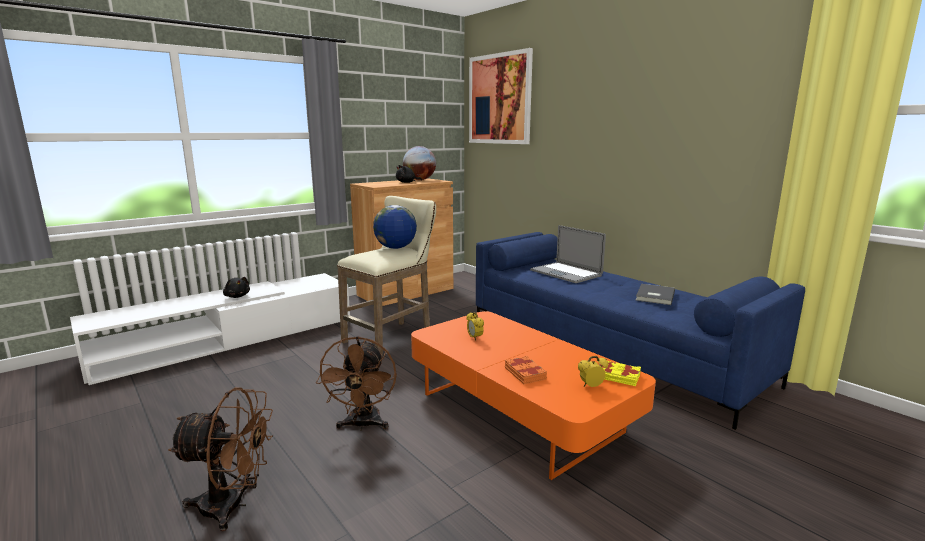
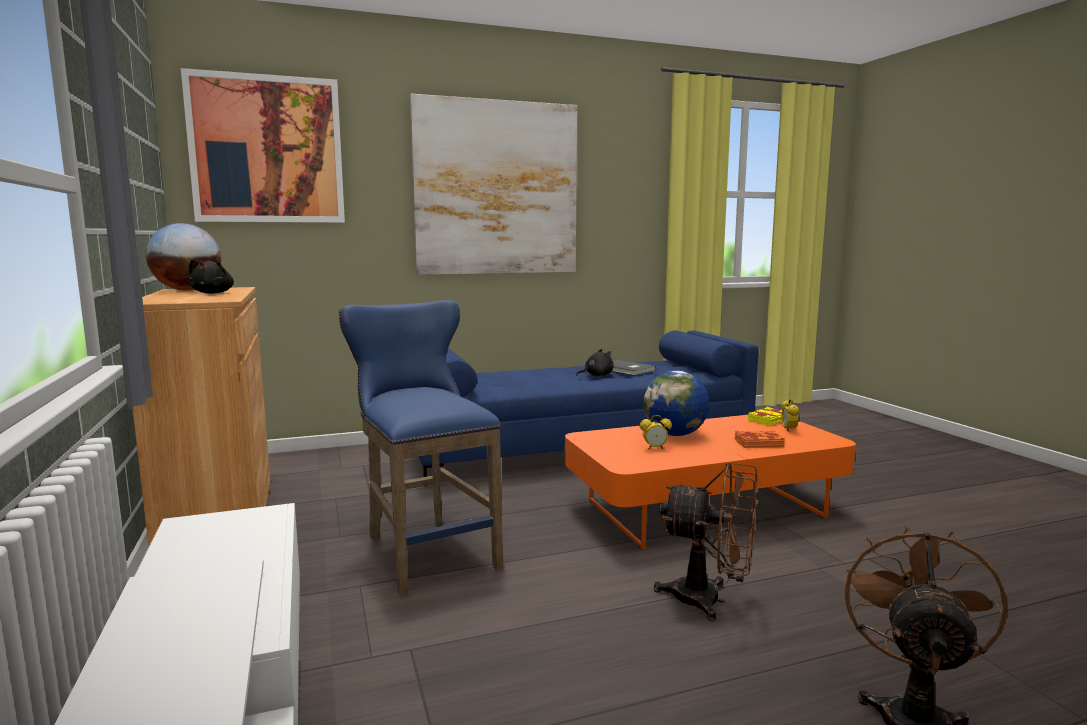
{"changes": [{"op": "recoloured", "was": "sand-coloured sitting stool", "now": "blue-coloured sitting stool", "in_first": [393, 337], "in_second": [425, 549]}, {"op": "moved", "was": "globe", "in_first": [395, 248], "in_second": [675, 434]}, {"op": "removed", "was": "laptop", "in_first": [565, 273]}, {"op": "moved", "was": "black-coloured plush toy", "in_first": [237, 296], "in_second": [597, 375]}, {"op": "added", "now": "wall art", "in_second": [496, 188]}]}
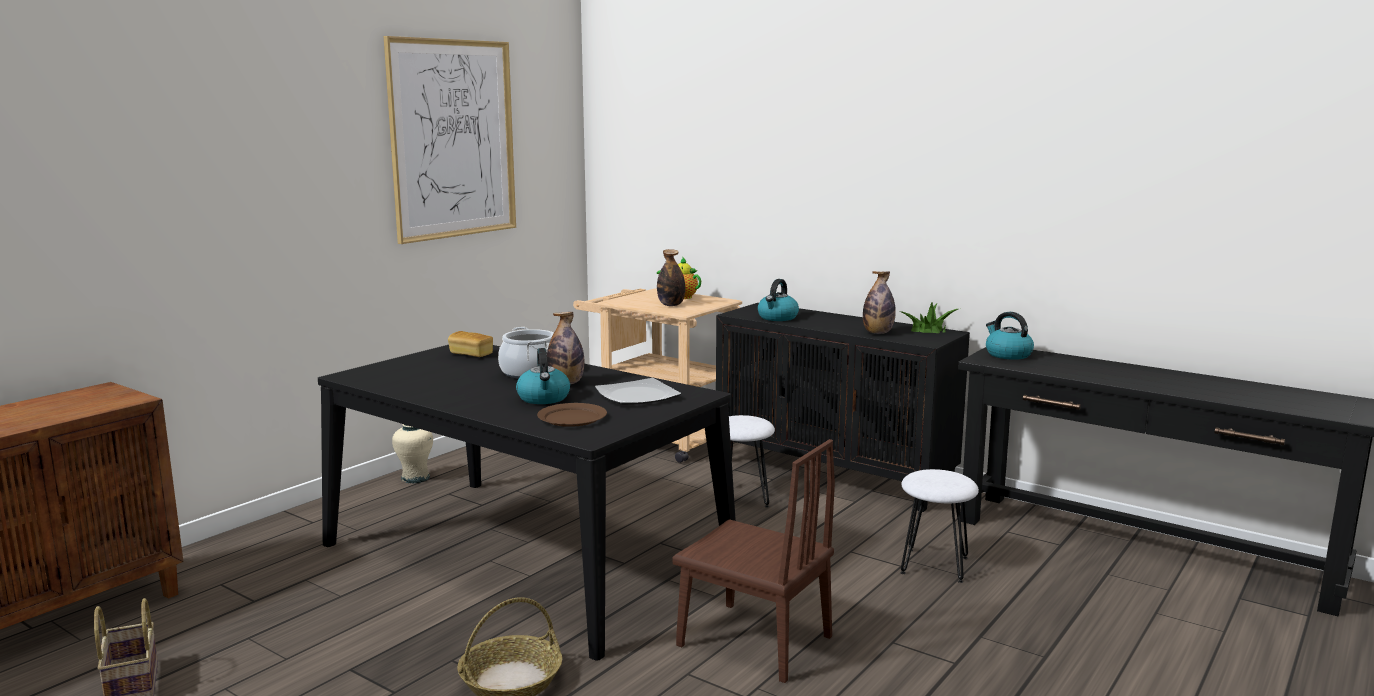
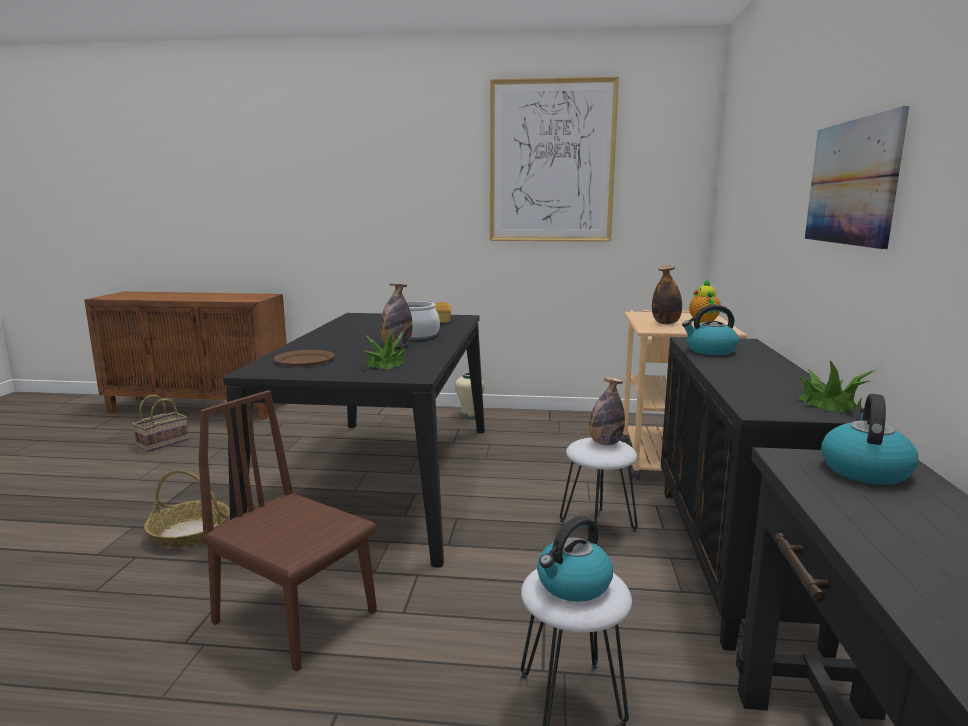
{"changes": [{"op": "moved", "was": "drink bottle", "in_first": [878, 333], "in_second": [605, 443]}, {"op": "moved", "was": "water kettle", "in_first": [544, 398], "in_second": [573, 585]}, {"op": "replaced", "was": "dinner plate", "now": "houseplant", "in_first": [638, 395], "in_second": [386, 363]}, {"op": "turned", "was": "brownish upright chair", "in_first": [754, 641], "in_second": [295, 617], "clockwise": 120}, {"op": "added", "now": "wall art", "in_second": [851, 182]}]}
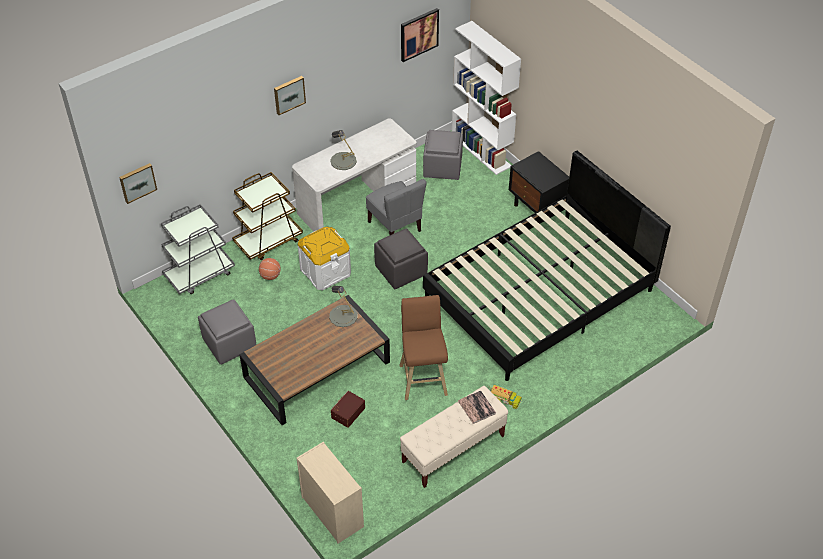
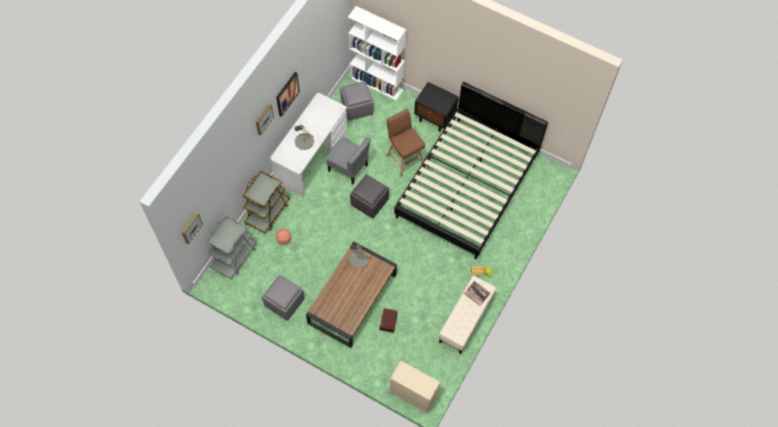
{"changes": [{"op": "moved", "was": "wall art", "in_first": [419, 34], "in_second": [287, 93]}, {"op": "removed", "was": "white-coloured storage box", "in_first": [325, 271]}, {"op": "moved", "was": "brownish sitting stool", "in_first": [423, 377], "in_second": [404, 158]}]}
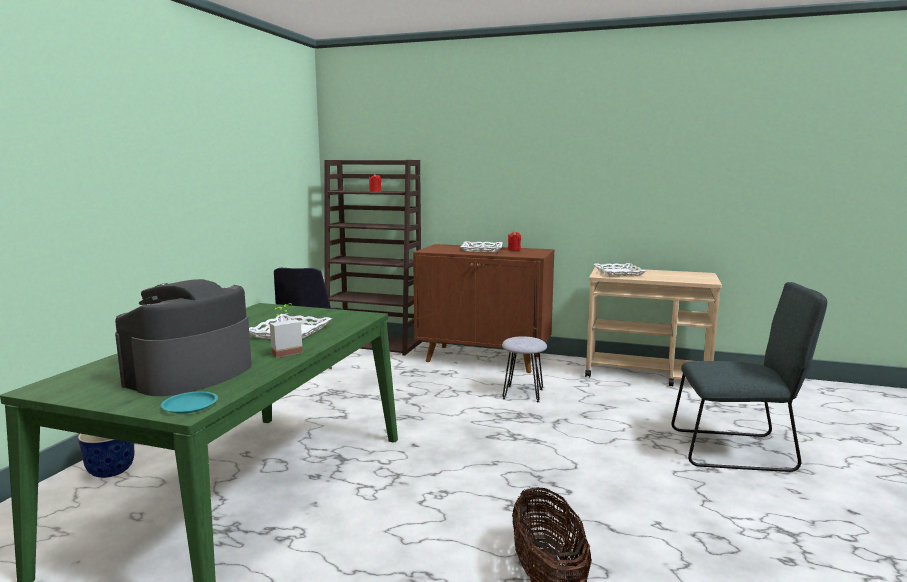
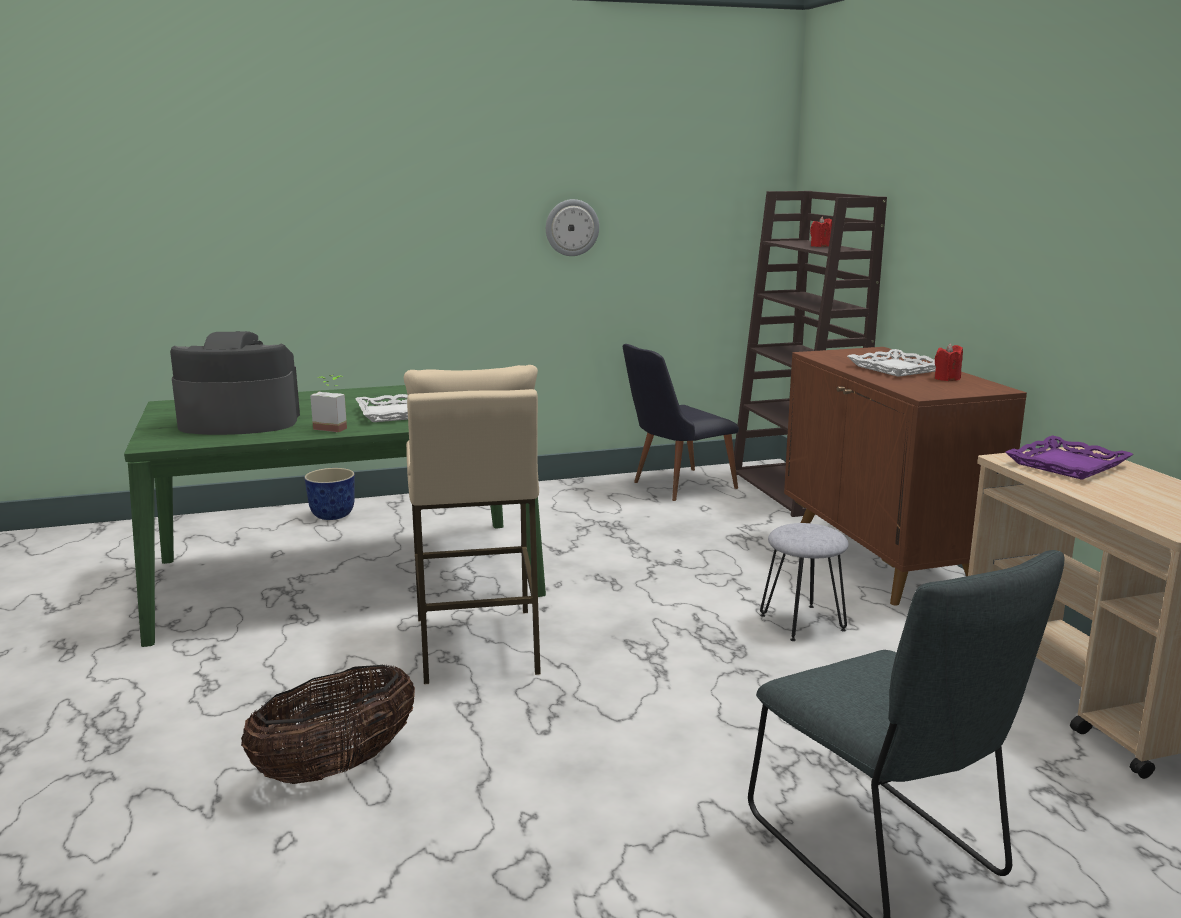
{"changes": [{"op": "recoloured", "was": "white-coloured tray", "now": "purple tray", "in_first": [618, 273], "in_second": [1066, 464]}, {"op": "removed", "was": "turquoise-coloured dinner plate", "in_first": [189, 406]}, {"op": "added", "now": "clock on the wall", "in_second": [572, 227]}, {"op": "added", "now": "sand-coloured sitting stool", "in_second": [476, 645]}]}
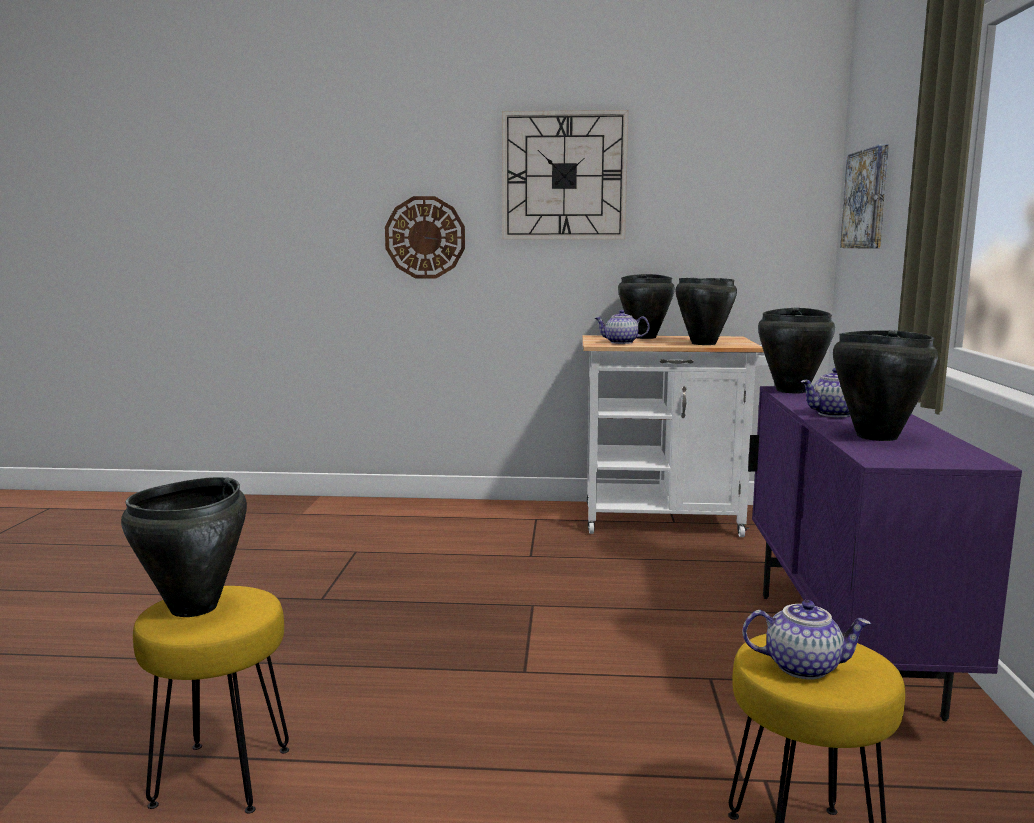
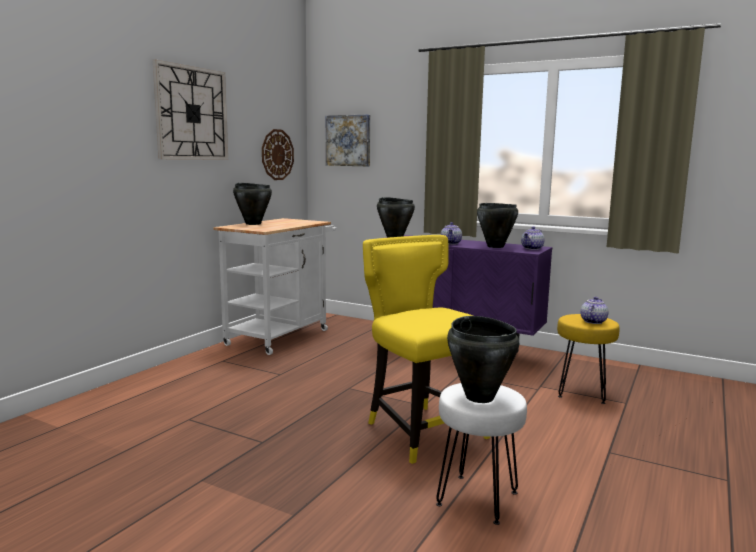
{"changes": [{"op": "moved", "was": "clock on the wall", "in_first": [425, 237], "in_second": [277, 154]}, {"op": "removed", "was": "black-coloured saucepot", "in_first": [703, 343]}, {"op": "moved", "was": "pot for tea", "in_first": [620, 342], "in_second": [532, 248]}, {"op": "recoloured", "was": "yellow-coloured sitting stool", "now": "white-coloured sitting stool", "in_first": [223, 776], "in_second": [477, 498]}, {"op": "added", "now": "yellow-coloured upright chair", "in_second": [422, 431]}]}
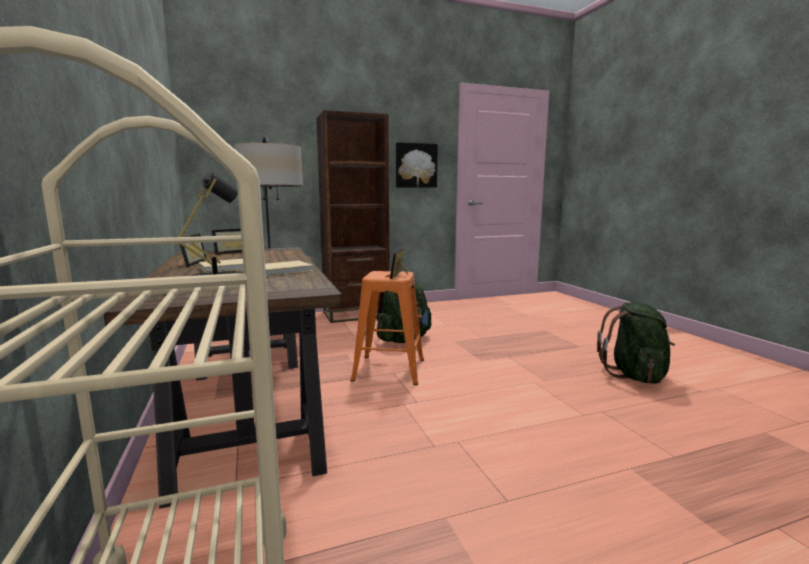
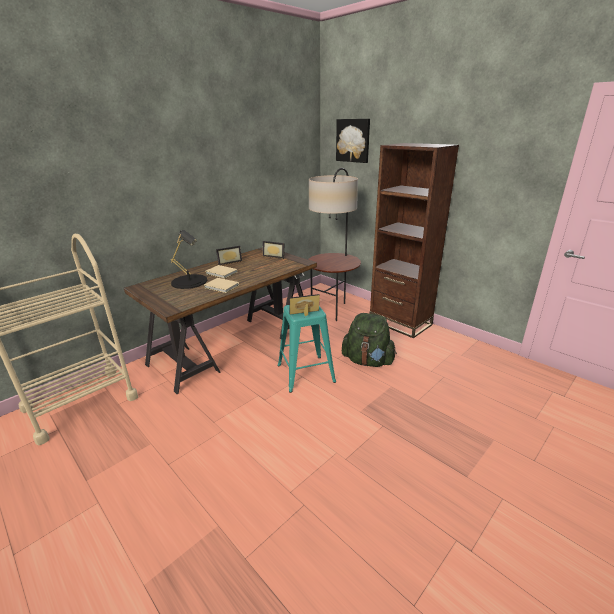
{"changes": [{"op": "moved", "was": "wall art", "in_first": [416, 165], "in_second": [353, 140]}, {"op": "recoloured", "was": "orangey sitting stool", "now": "turquoise-coloured sitting stool", "in_first": [390, 370], "in_second": [305, 373]}, {"op": "removed", "was": "green-coloured rucksack", "in_first": [635, 375]}]}
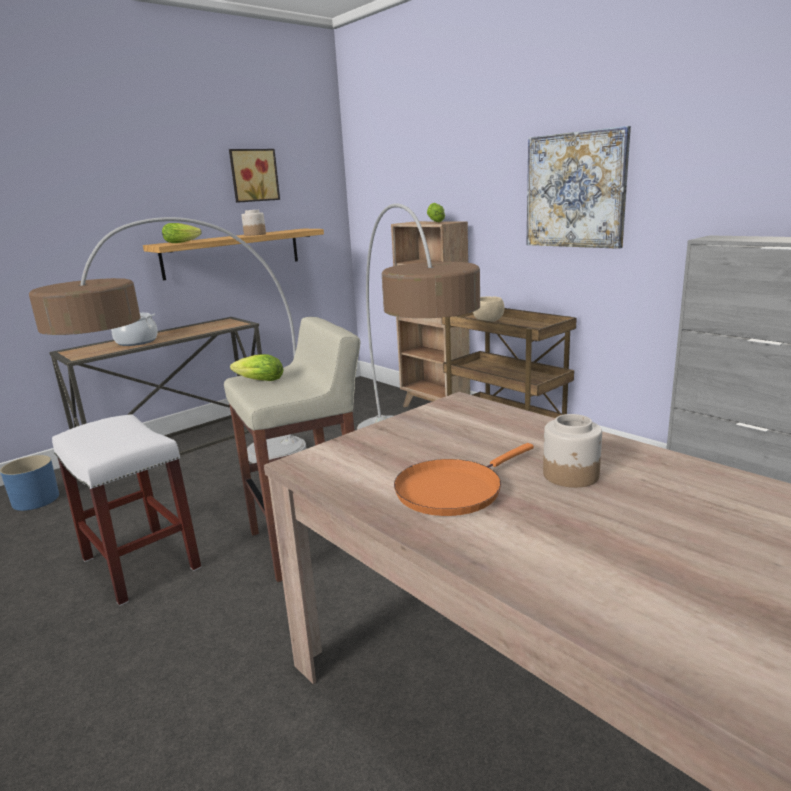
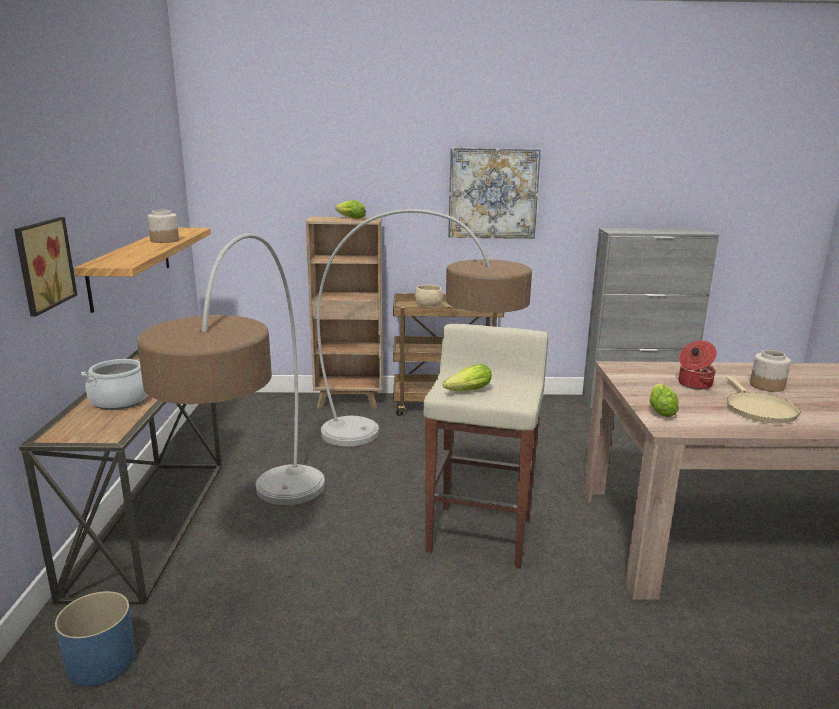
{"changes": [{"op": "moved", "was": "wall art", "in_first": [253, 175], "in_second": [41, 264]}, {"op": "moved", "was": "lettuce head", "in_first": [183, 242], "in_second": [660, 410]}, {"op": "removed", "was": "white-coloured sitting stool", "in_first": [142, 563]}, {"op": "recoloured", "was": "orangey frying pan", "now": "sand-coloured frying pan", "in_first": [453, 490], "in_second": [758, 410]}, {"op": "added", "now": "saucepot", "in_second": [694, 384]}]}
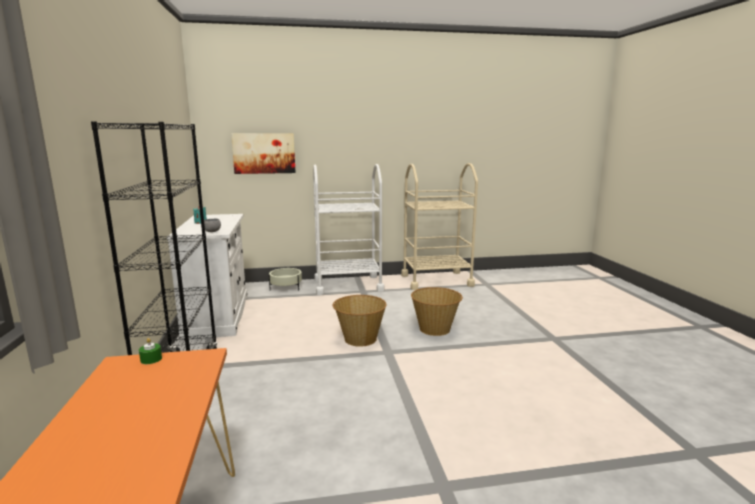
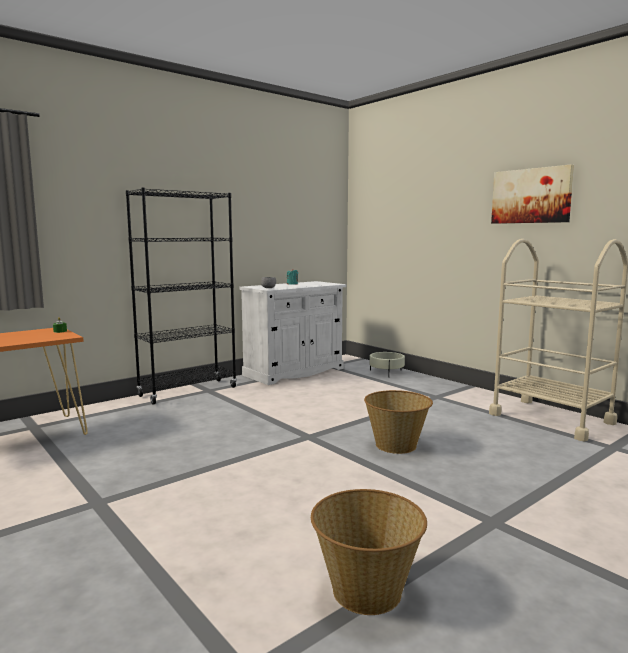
{"changes": [{"op": "moved", "was": "wall art", "in_first": [264, 153], "in_second": [531, 196]}, {"op": "removed", "was": "white-coloured cart", "in_first": [348, 285]}, {"op": "moved", "was": "basket", "in_first": [360, 339], "in_second": [366, 590]}]}
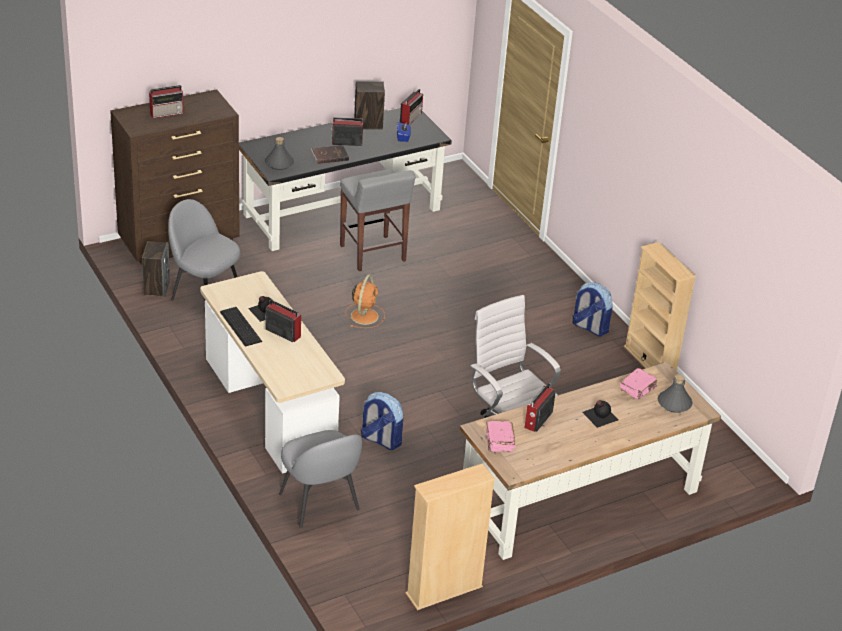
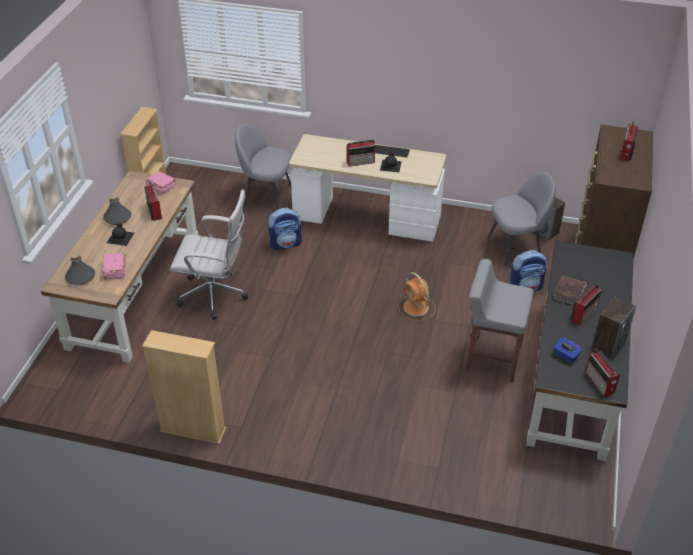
{"changes": [{"op": "moved", "was": "gray drink bottle", "in_first": [279, 163], "in_second": [118, 218]}, {"op": "moved", "was": "rucksack", "in_first": [589, 327], "in_second": [526, 287]}]}
